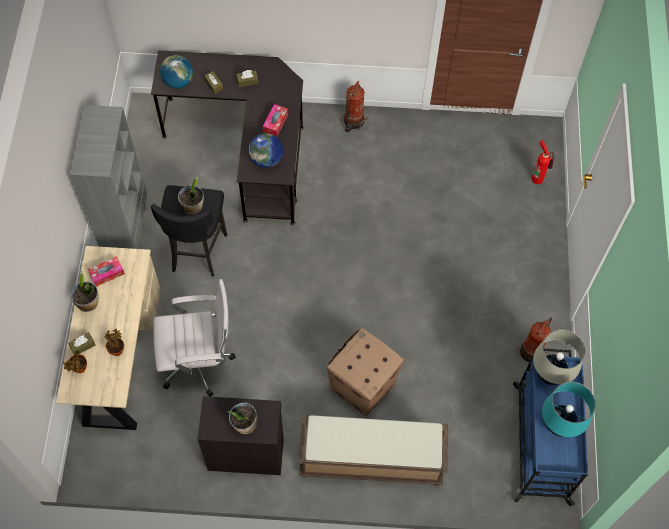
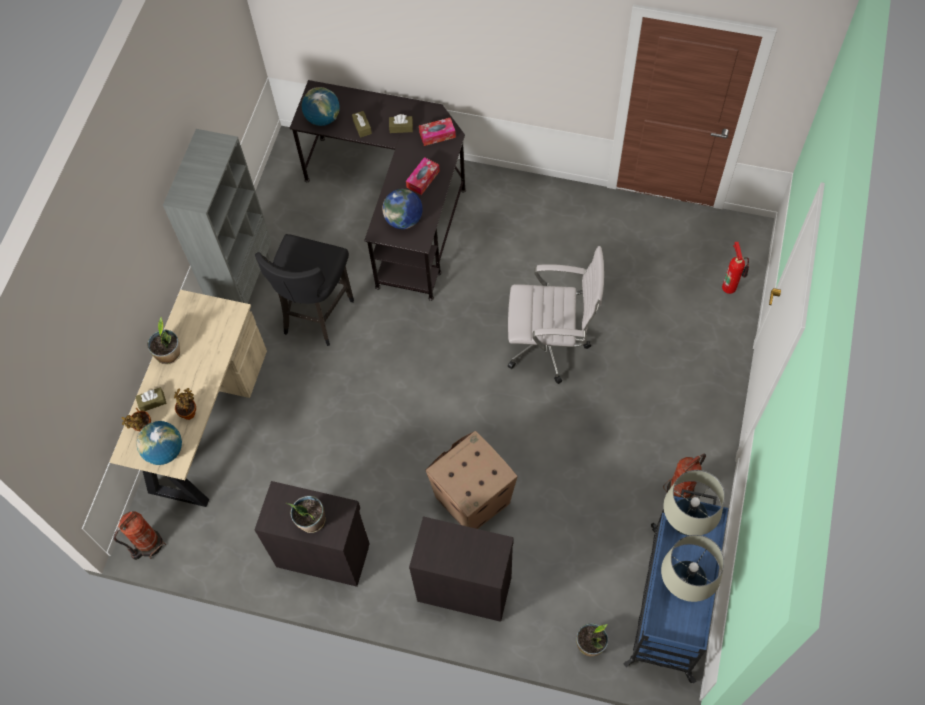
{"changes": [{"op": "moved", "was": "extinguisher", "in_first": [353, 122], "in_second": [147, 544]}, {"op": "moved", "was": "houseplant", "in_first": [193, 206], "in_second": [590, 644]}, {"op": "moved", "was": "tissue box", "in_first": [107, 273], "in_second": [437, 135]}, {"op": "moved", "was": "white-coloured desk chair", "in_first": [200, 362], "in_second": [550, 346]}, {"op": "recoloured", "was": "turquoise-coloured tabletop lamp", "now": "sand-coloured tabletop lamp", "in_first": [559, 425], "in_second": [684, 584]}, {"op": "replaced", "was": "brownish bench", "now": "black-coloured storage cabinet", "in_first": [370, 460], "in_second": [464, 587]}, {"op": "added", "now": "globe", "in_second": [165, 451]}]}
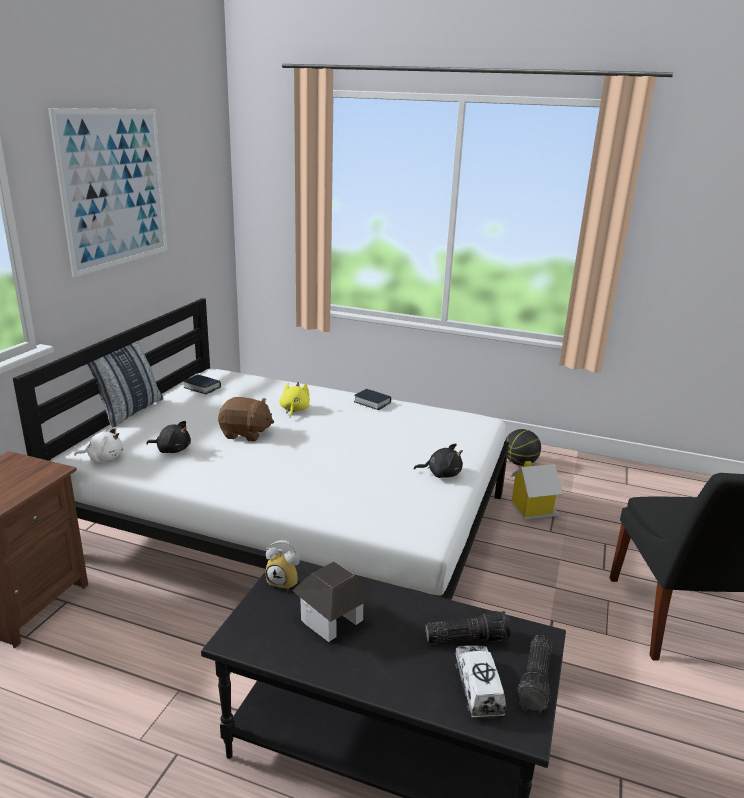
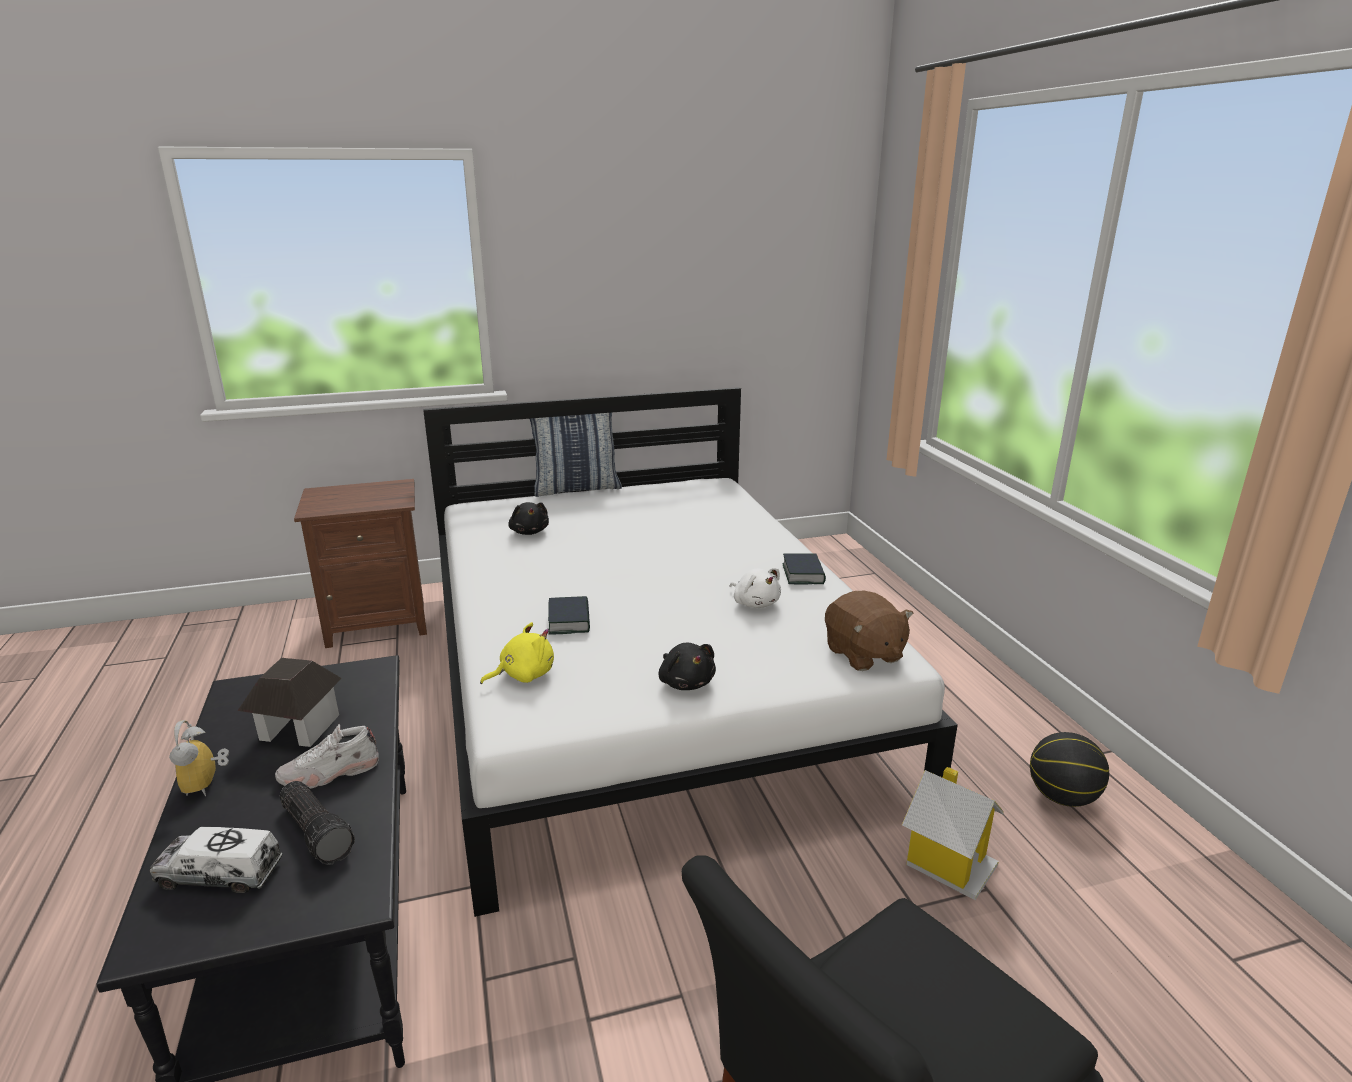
{"changes": [{"op": "removed", "was": "wall art", "in_first": [115, 188]}, {"op": "moved", "was": "volume", "in_first": [202, 387], "in_second": [569, 621]}, {"op": "moved", "was": "yellow-coloured plush toy", "in_first": [294, 410], "in_second": [523, 675]}, {"op": "moved", "was": "brownish plush toy", "in_first": [245, 434], "in_second": [863, 654]}, {"op": "moved", "was": "white-coloured plush toy", "in_first": [104, 458], "in_second": [755, 603]}, {"op": "moved", "was": "table clock", "in_first": [285, 581], "in_second": [207, 785]}, {"op": "removed", "was": "torch", "in_first": [536, 682]}, {"op": "turned", "was": "toy truck", "in_first": [477, 688], "in_second": [220, 874], "clockwise": -135}, {"op": "added", "now": "white-coloured low shoe", "in_second": [329, 773]}]}
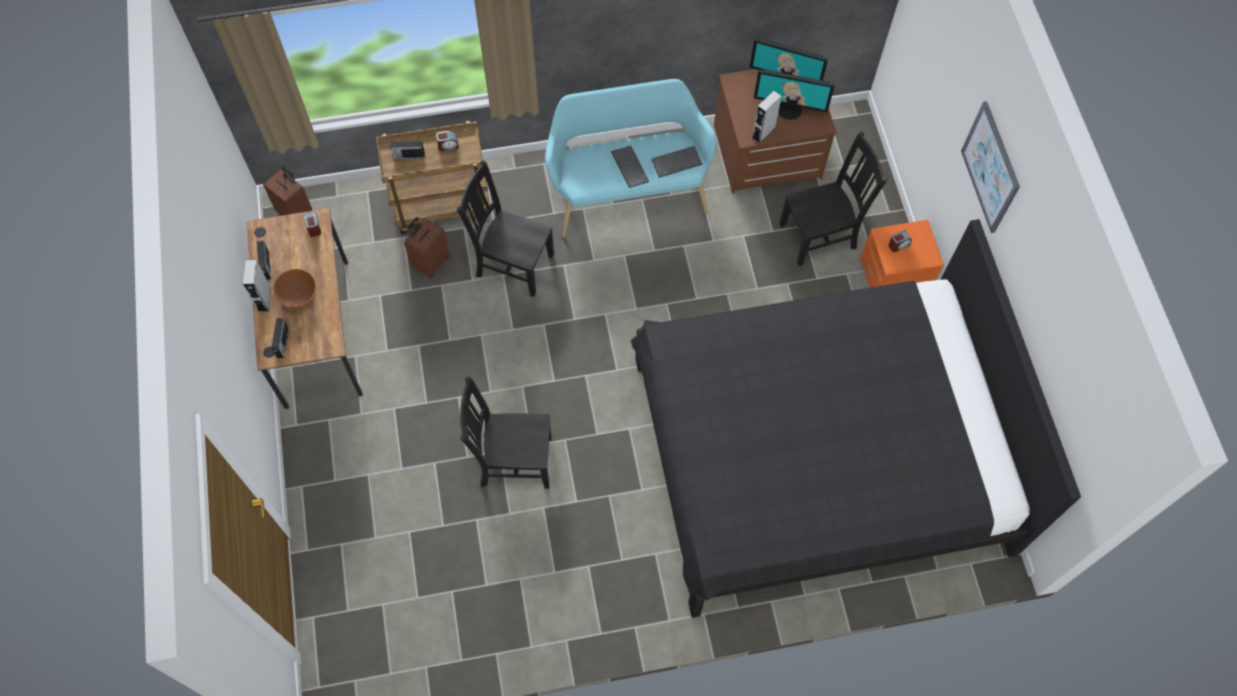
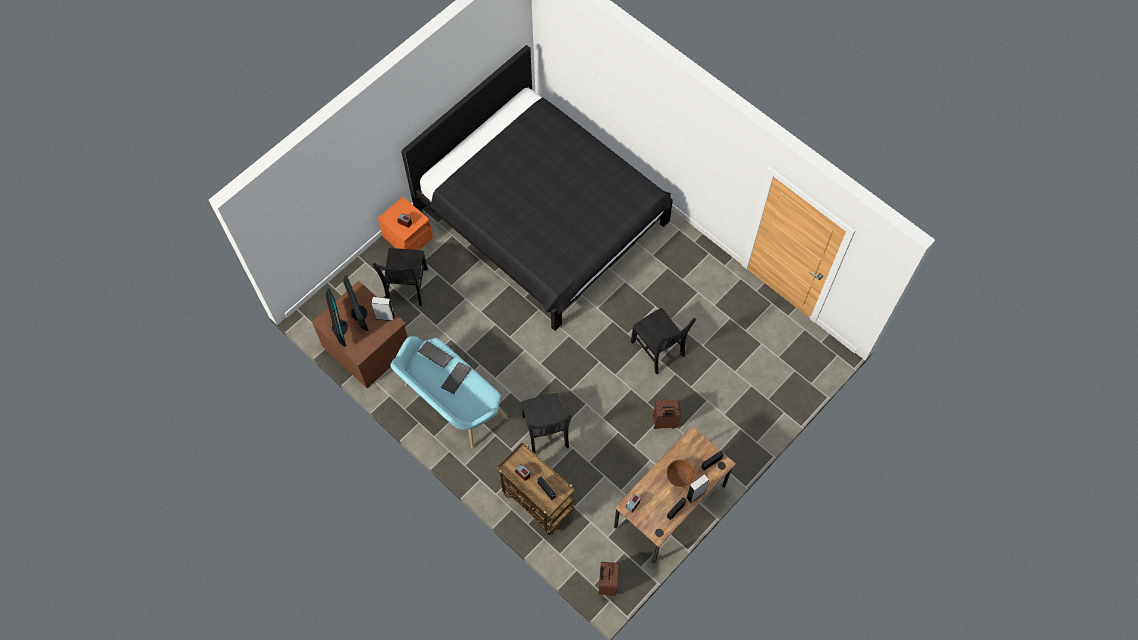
{"changes": [{"op": "removed", "was": "wall art", "in_first": [990, 167]}, {"op": "turned", "was": "black-coloured upright chair", "in_first": [820, 235], "in_second": [407, 287], "clockwise": -120}, {"op": "moved", "was": "brownish piece of luggage", "in_first": [430, 262], "in_second": [665, 422]}]}
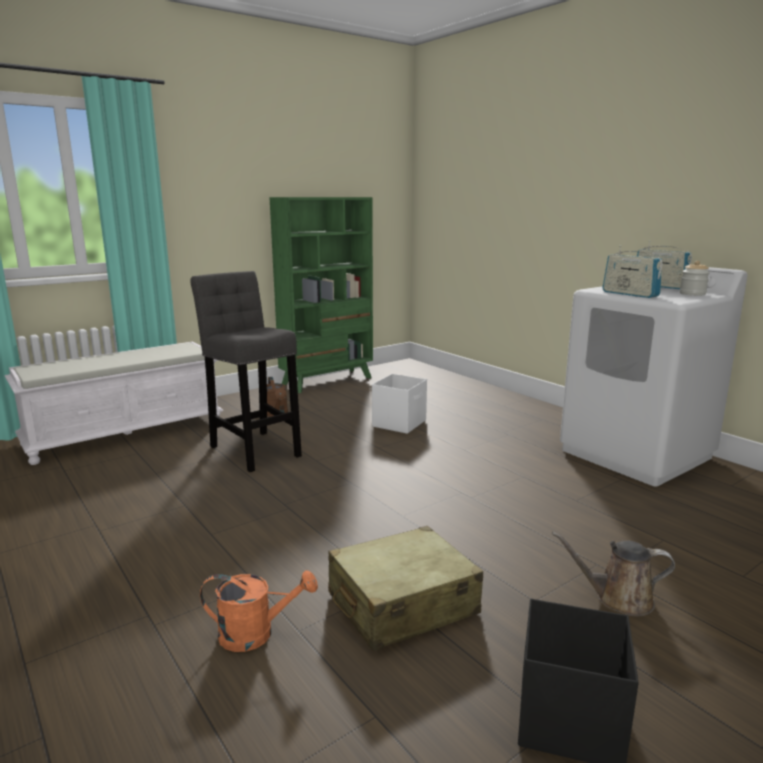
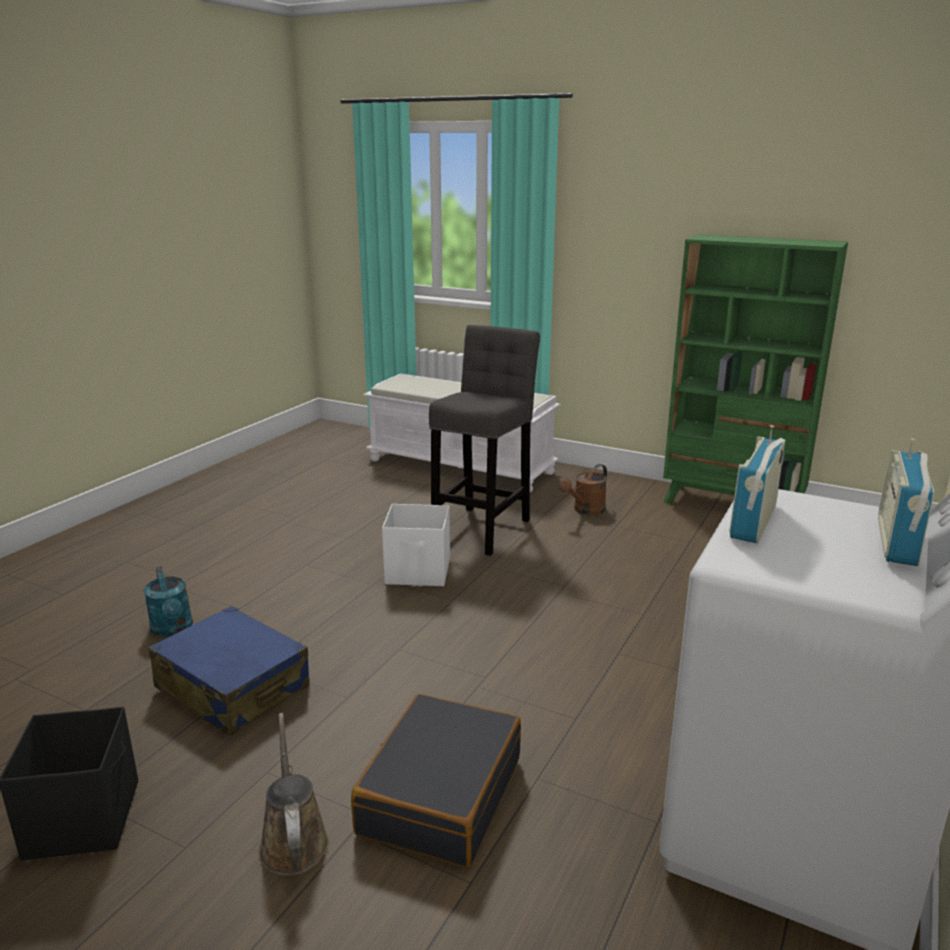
{"changes": [{"op": "removed", "was": "jar", "in_first": [692, 294]}, {"op": "moved", "was": "white-coloured storage box", "in_first": [400, 423], "in_second": [419, 572]}, {"op": "recoloured", "was": "sand-coloured piece of luggage", "now": "blue-coloured piece of luggage", "in_first": [402, 604], "in_second": [233, 688]}, {"op": "recoloured", "was": "orangey sprinkling can", "now": "turquoise-coloured sprinkling can", "in_first": [256, 633], "in_second": [173, 629]}, {"op": "added", "now": "black-coloured piece of luggage", "in_second": [440, 795]}]}
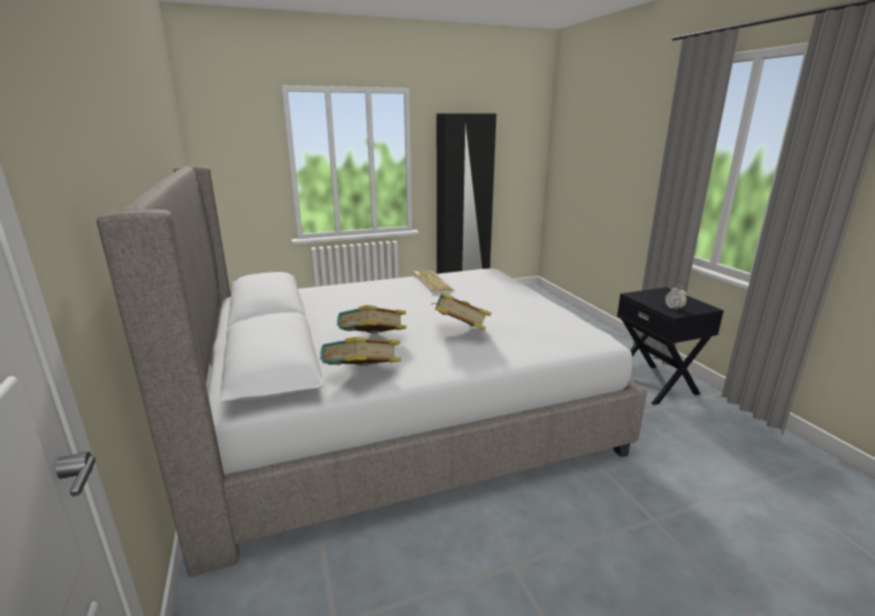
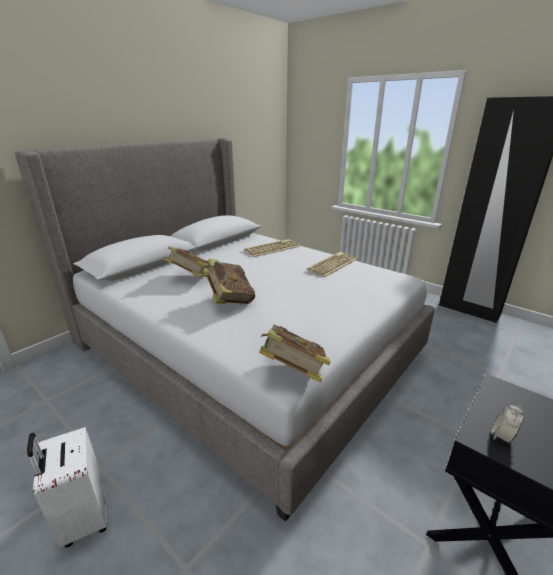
{"changes": [{"op": "moved", "was": "volume", "in_first": [361, 377], "in_second": [292, 372]}, {"op": "added", "now": "PC keyboard", "in_second": [272, 248]}, {"op": "added", "now": "white-coloured piece of luggage", "in_second": [84, 518]}]}
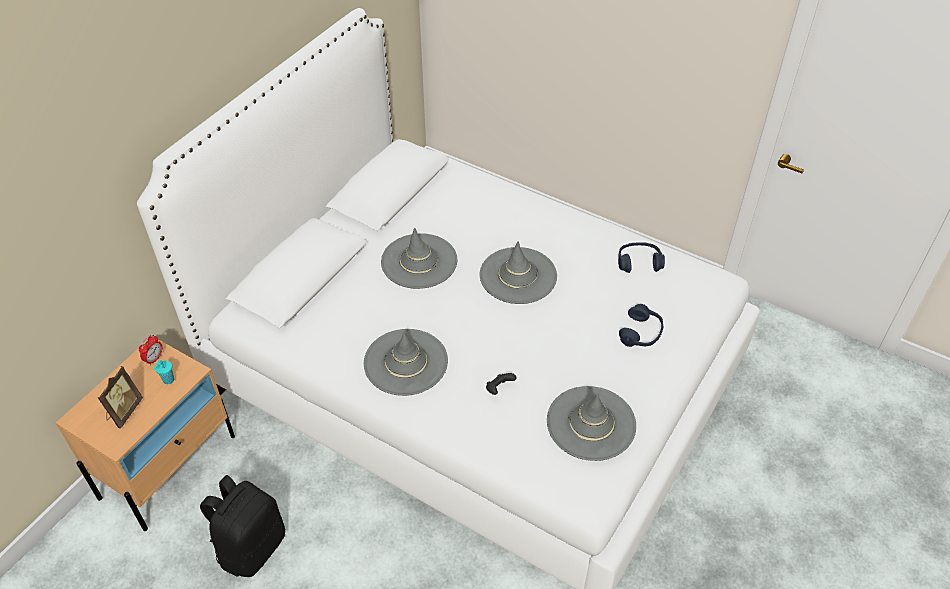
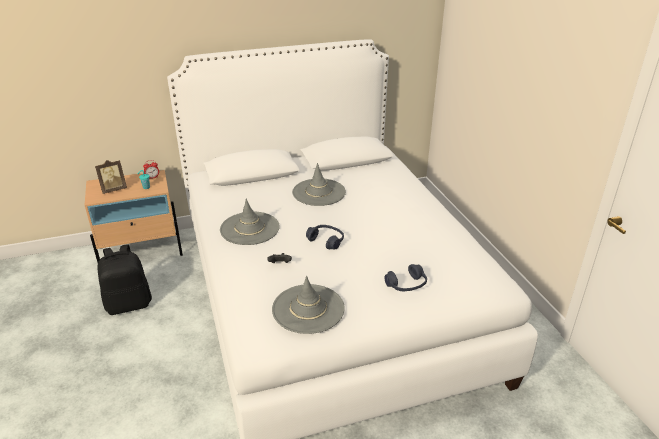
{"changes": [{"op": "removed", "was": "gray hat", "in_first": [518, 276]}, {"op": "moved", "was": "blue-coloured pair of headphones", "in_first": [639, 262], "in_second": [326, 241]}]}
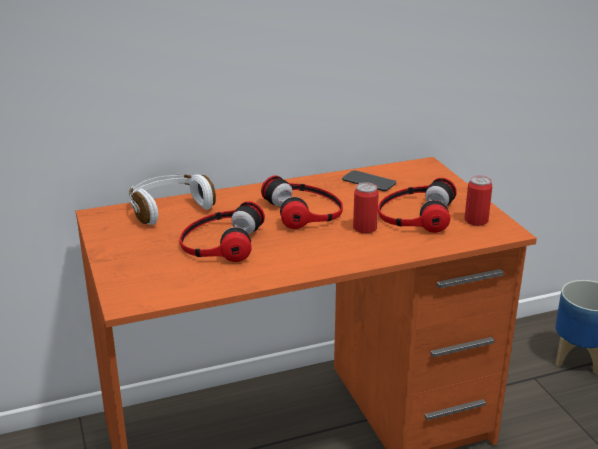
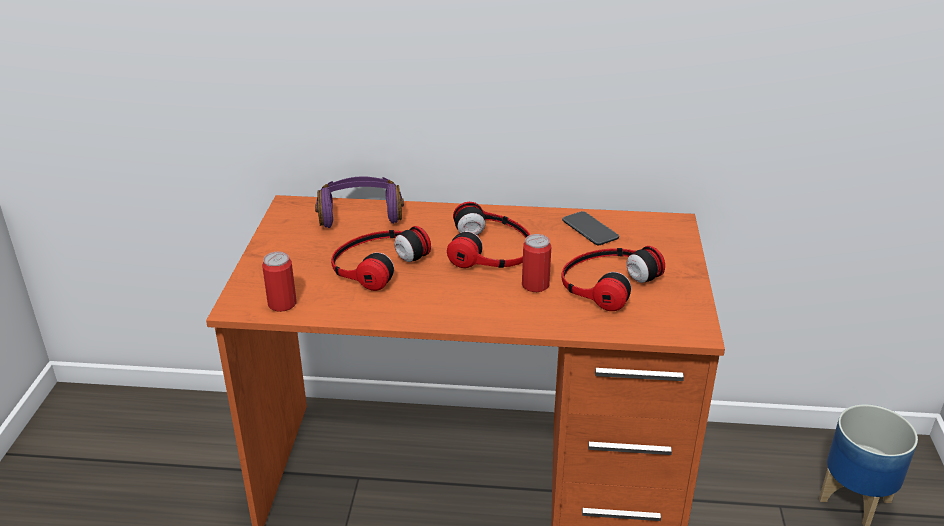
{"changes": [{"op": "recoloured", "was": "white-coloured pair of headphones", "now": "purple pair of headphones", "in_first": [169, 208], "in_second": [360, 213]}, {"op": "moved", "was": "sealed can", "in_first": [476, 220], "in_second": [282, 304]}]}
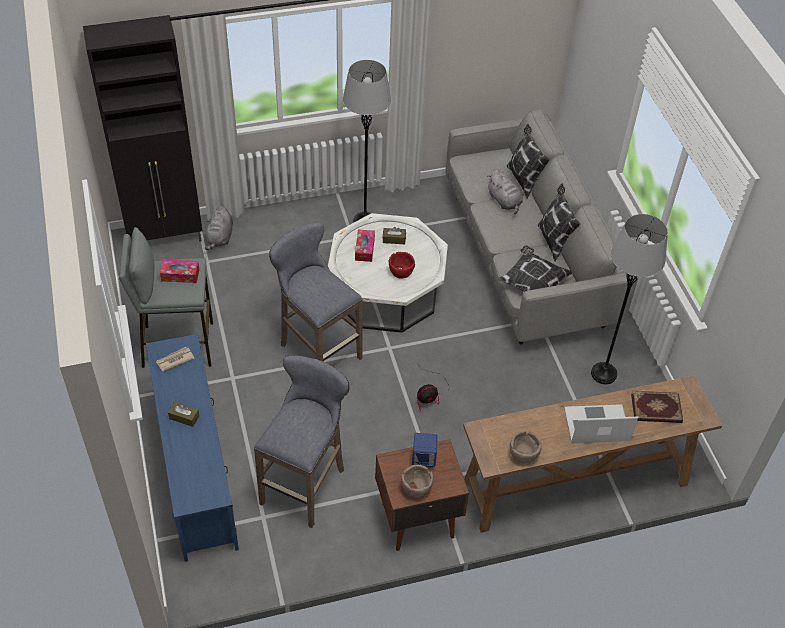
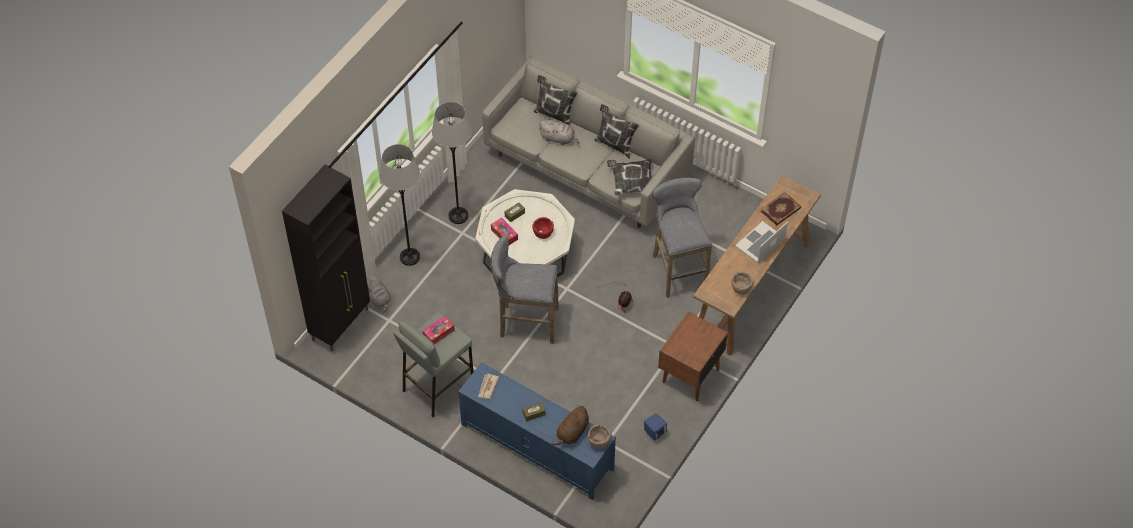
{"changes": [{"op": "moved", "was": "gray floor lamp", "in_first": [603, 374], "in_second": [410, 257]}, {"op": "moved", "was": "gray sitting stool", "in_first": [305, 483], "in_second": [677, 269]}, {"op": "moved", "was": "blue-coloured audio speaker", "in_first": [424, 458], "in_second": [655, 432]}, {"op": "moved", "was": "brownish deep dish", "in_first": [416, 489], "in_second": [598, 442]}, {"op": "added", "now": "brownish plush toy", "in_second": [572, 433]}]}
